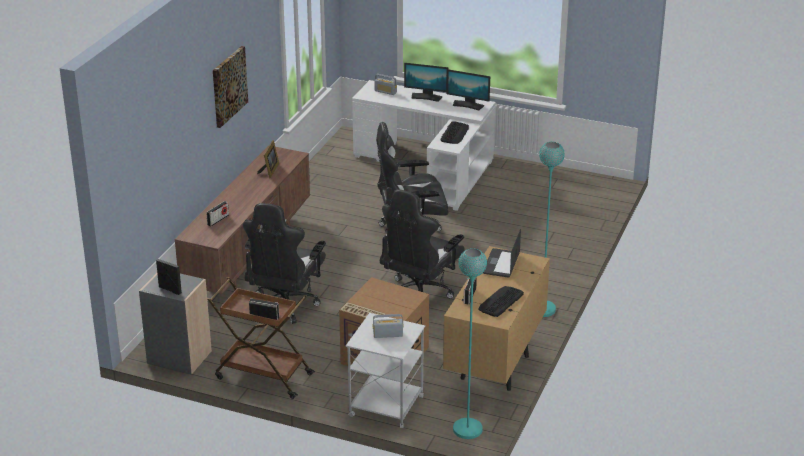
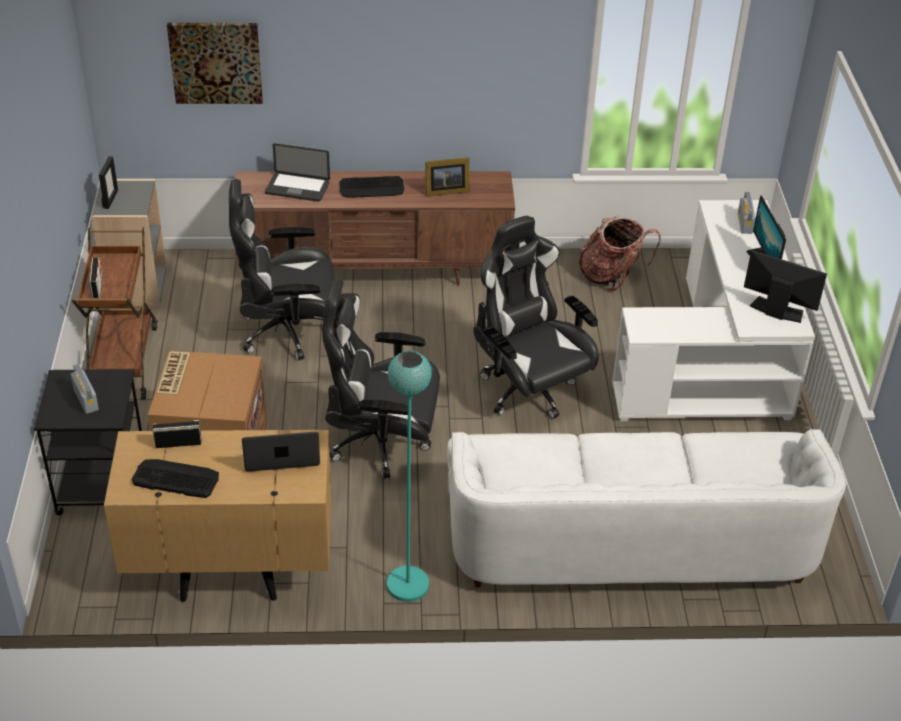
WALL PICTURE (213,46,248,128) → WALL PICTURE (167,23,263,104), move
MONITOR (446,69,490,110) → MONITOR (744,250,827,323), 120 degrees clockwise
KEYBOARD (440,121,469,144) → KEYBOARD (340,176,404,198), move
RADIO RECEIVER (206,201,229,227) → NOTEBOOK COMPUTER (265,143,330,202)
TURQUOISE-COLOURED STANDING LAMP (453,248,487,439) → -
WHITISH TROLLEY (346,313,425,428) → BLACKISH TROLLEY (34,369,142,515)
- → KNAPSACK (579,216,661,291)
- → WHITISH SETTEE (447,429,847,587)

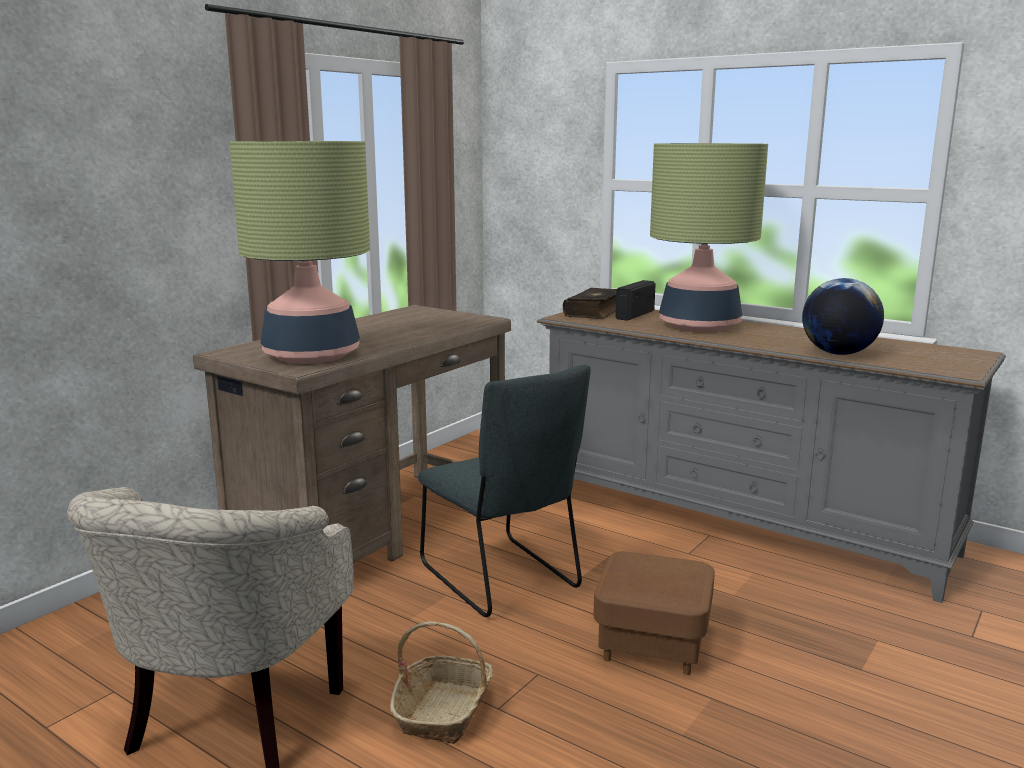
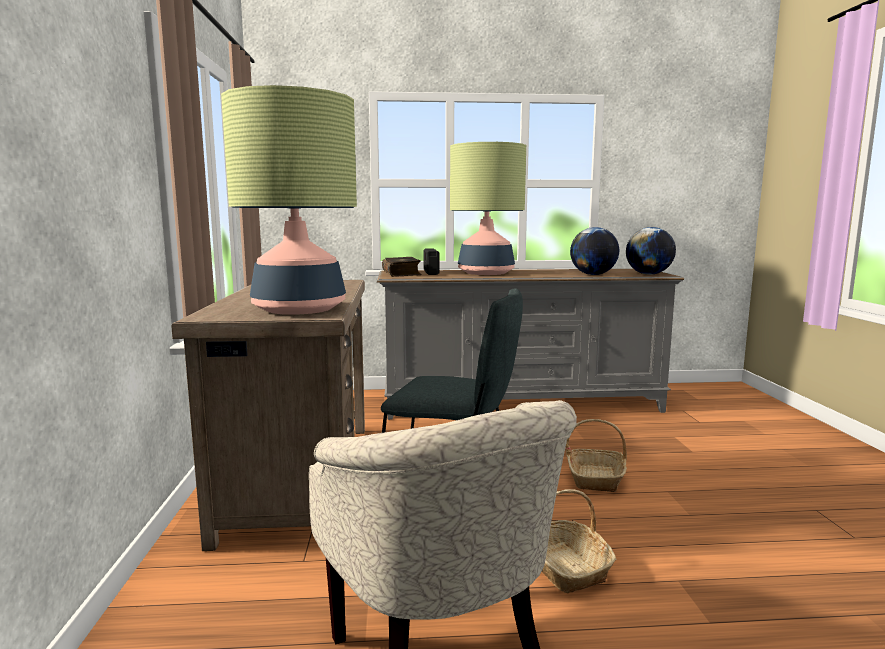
BROWN-COLOURED POUFFE (593,551,715,675) → STORAGE BASKET (565,419,627,492)
- → GLOBE (626,227,676,275)

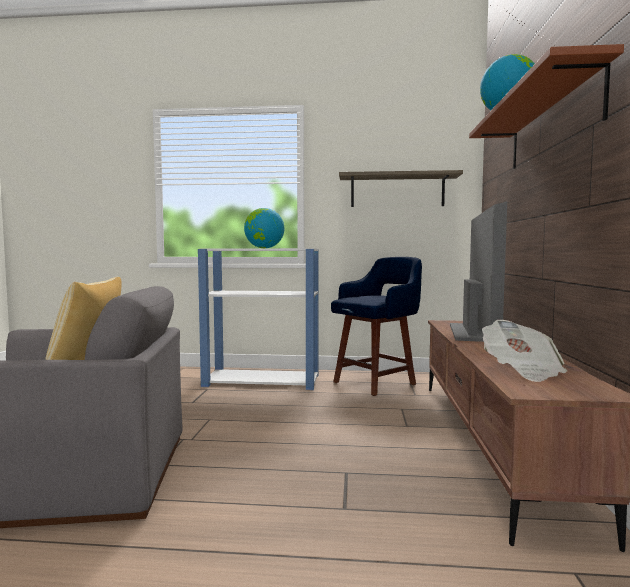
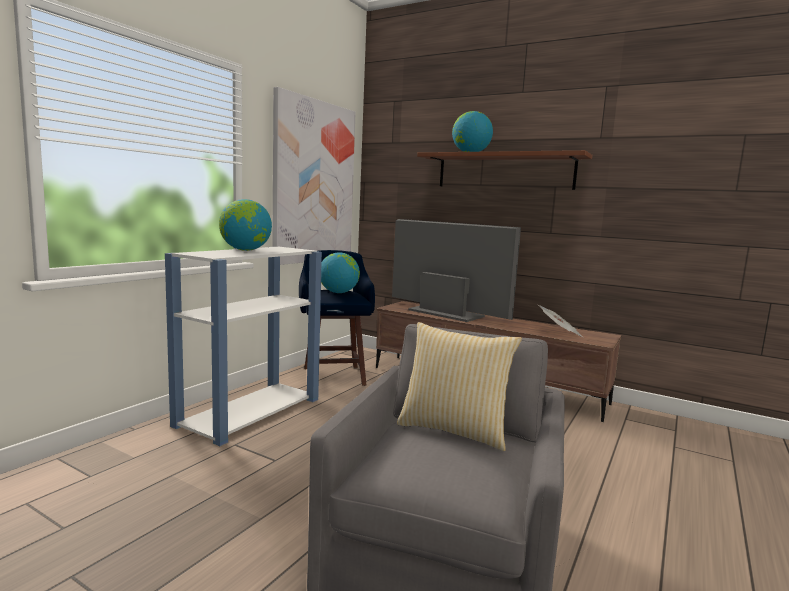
WALL SHELF (339,170,463,207) → WALL PICTURE (272,87,356,265)
- → GLOBE (321,252,360,293)

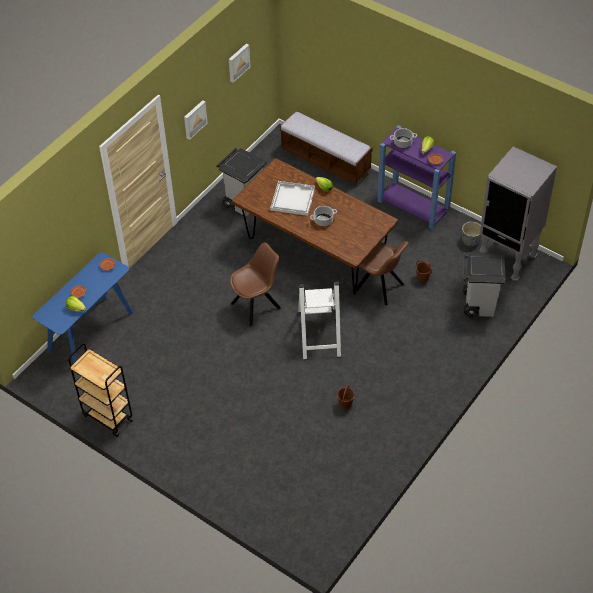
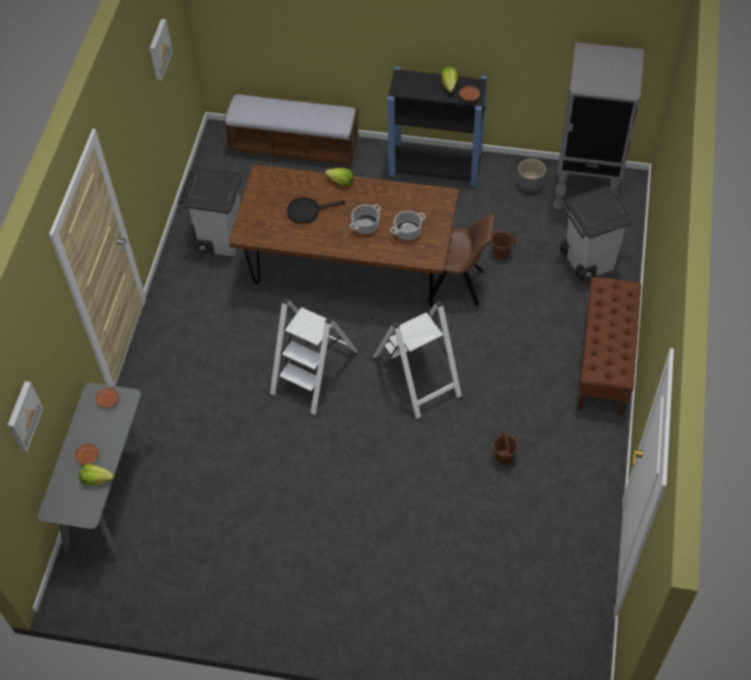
WALL PICTURE (184,100,208,140) → WALL PICTURE (7,381,43,452), move
PURPLE BOOKSHELF (377,125,456,229) → BLACKISH BOOKSHELF (387,66,488,186)
SAUCEPOT (390,128,417,148) → SAUCEPOT (390,211,426,241), move
WHITISH TRAY (270,181,315,216) → BLACKISH PAN (287,197,346,224)
BROWN-COLOURED CHAIR (230,242,281,326) → WHITISH STEPLADDER (270,298,358,416)
BLUISH NARROW TABLE (33,252,133,364) → GREYISH NARROW TABLE (38,383,155,562)
BROWN-COLOURED TROLLEY (68,343,133,437) → -
- → BROWN-COLOURED BENCH (577,277,641,415)

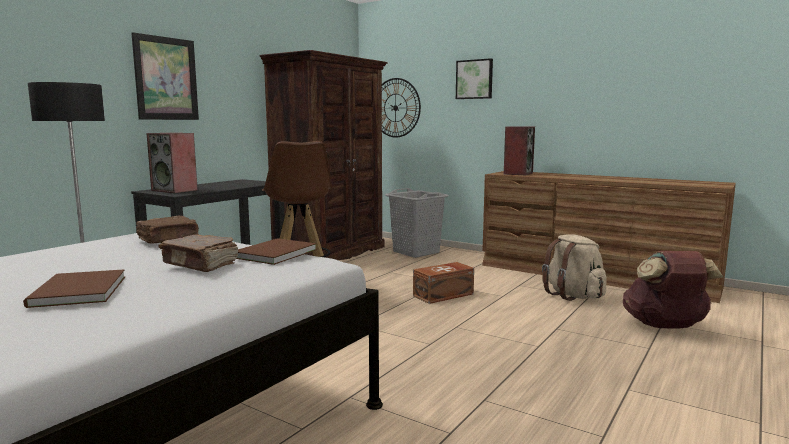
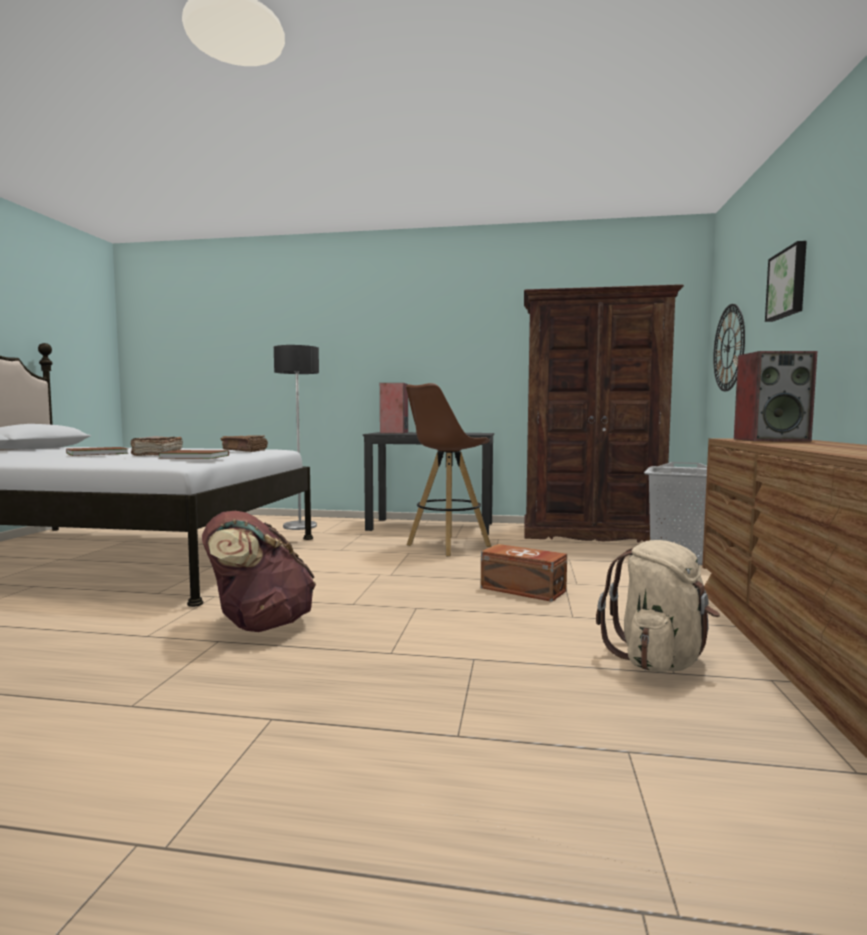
WALL PICTURE (131,32,199,120) → -
BROWN-COLOURED KNAPSACK (623,251,723,328) → BROWN-COLOURED KNAPSACK (202,511,316,632), move

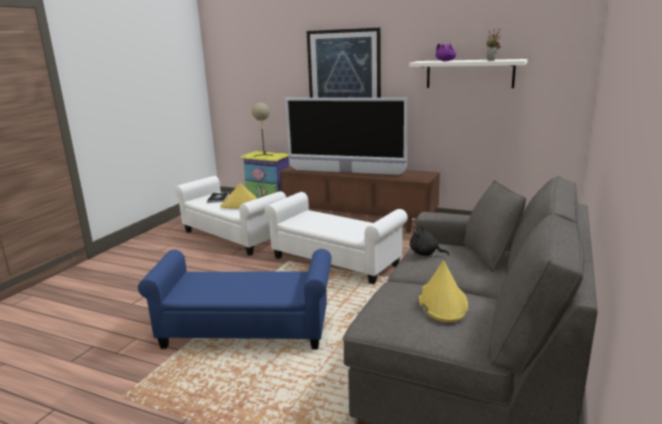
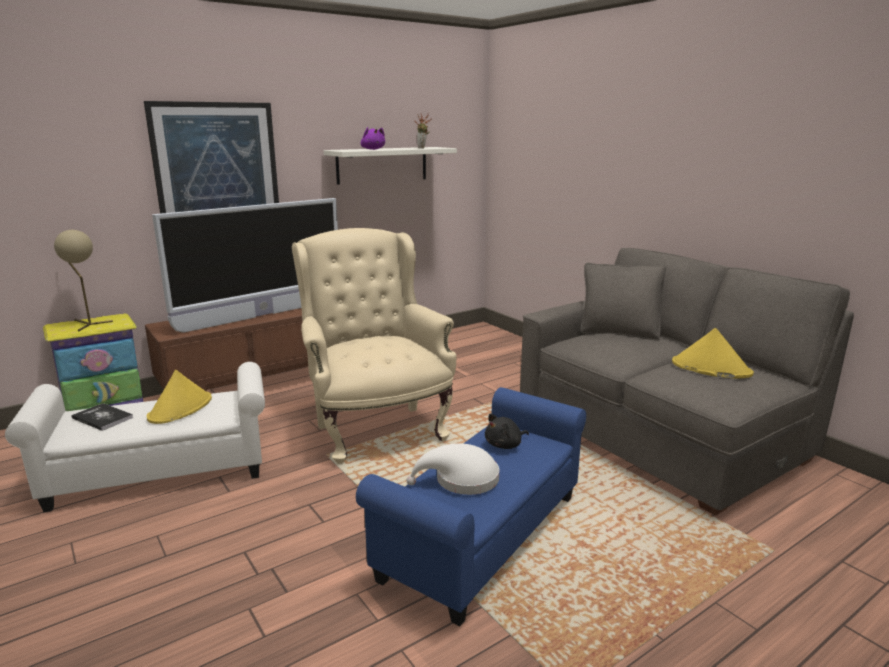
WHITISH POUFFE (264,192,408,284) → BEIGE-COLOURED EASY CHAIR (292,228,457,464)
BLACKISH SOFT TOY (410,226,449,256) → BLACKISH SOFT TOY (485,414,529,449), move
- → WHITISH HAT (407,443,499,495)

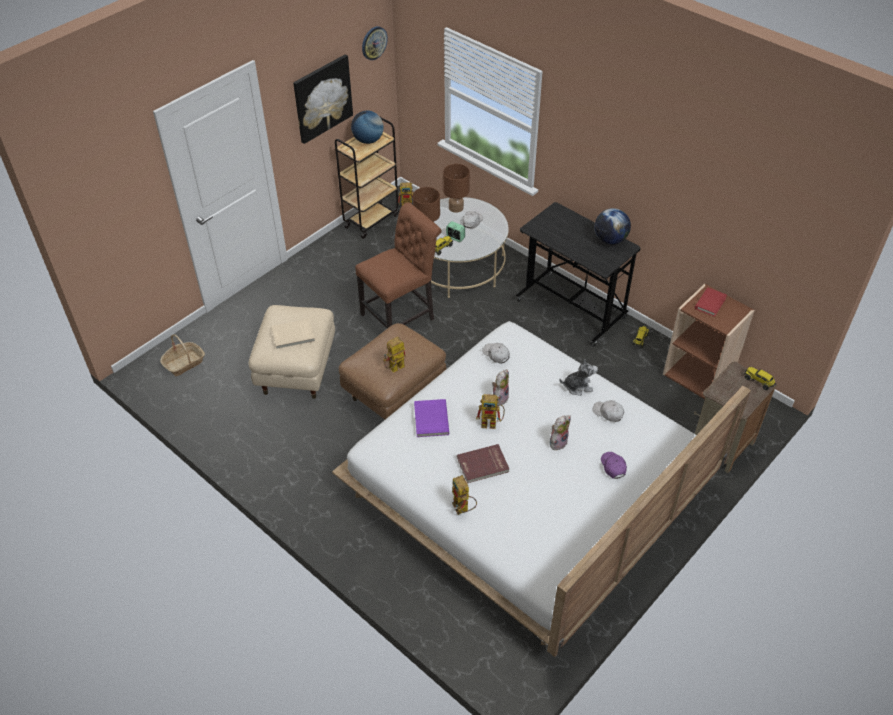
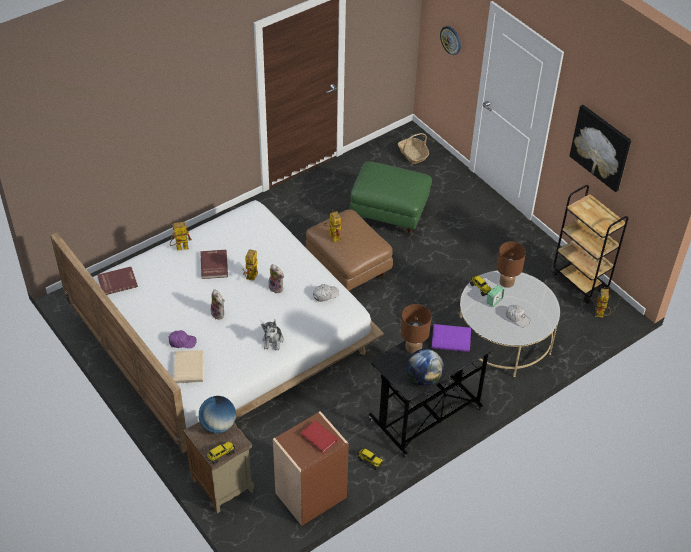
HANGING CLOCK (362,26,388,60) → HANGING CLOCK (440,26,461,55), move
GLOBE (351,111,384,144) → GLOBE (199,396,236,433), move
BROWN-COLOURED TABLE LAMP (443,164,470,213) → BROWN-COLOURED TABLE LAMP (401,304,431,354), move
BROWN-COLOURED CHAIR (355,202,442,328) → -
BEIGE-COLOURED POUFFE (249,305,335,399) → GREENISH POUFFE (349,161,432,236)
BEIGE-COLOURED BOUND BOOK (271,319,315,349) → BEIGE-COLOURED BOUND BOOK (174,350,203,383), move
PURPLE BOUND BOOK (414,399,449,437) → PURPLE BOUND BOOK (432,324,471,352), move
WHITISH BASEBALL CAP (592,400,624,422) → -
- → RED BOUND BOOK (97,267,138,295)

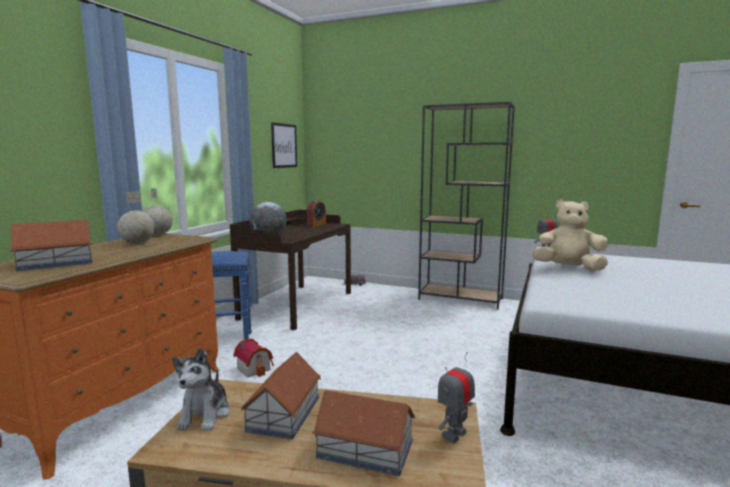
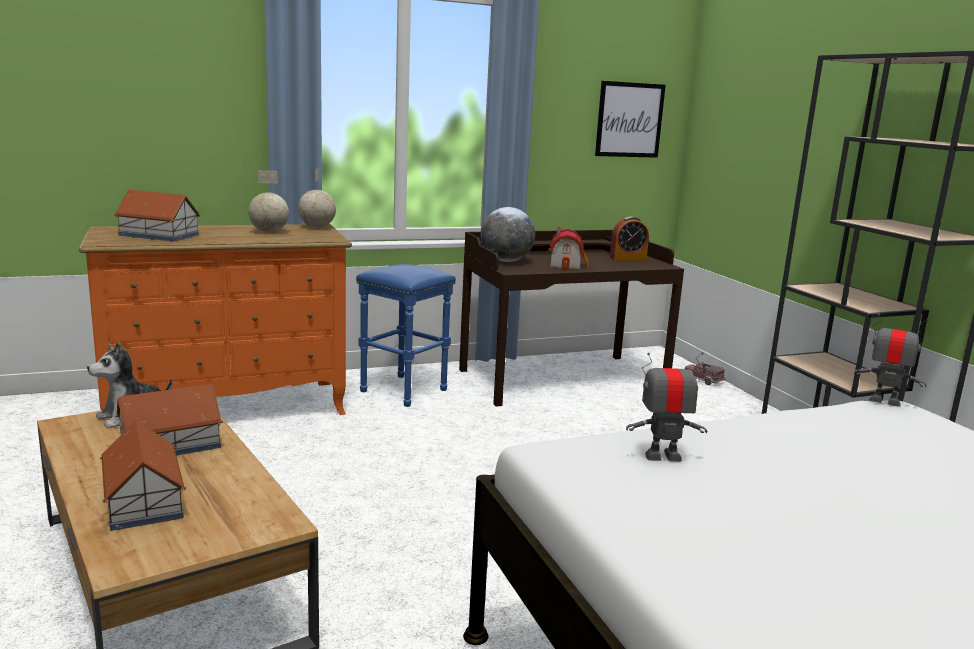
BEIGE-COLOURED SOFT TOY (532,199,608,271) → -
MODEL HOUSE (233,339,274,377) → MODEL HOUSE (549,227,589,270), move
TOY ROBOT (438,352,475,444) → TOY ROBOT (626,352,707,461), move

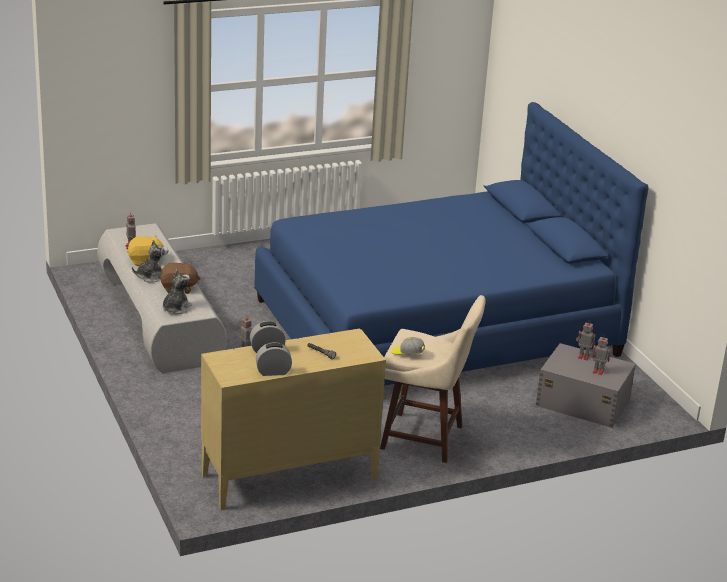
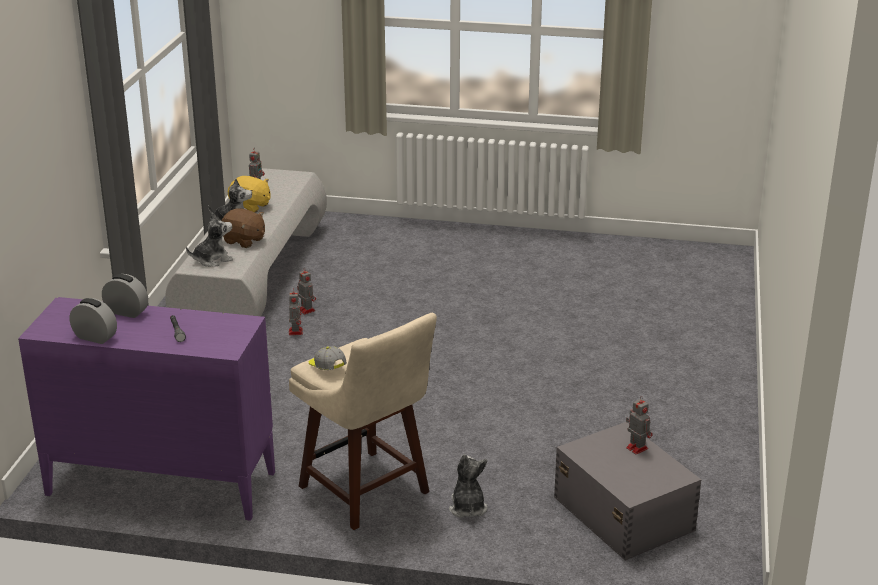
BLUISH BED (254,102,648,386) → -
BEIGE-COLOURED DRAWER CHEST (201,329,386,510) → PURPLE DRAWER CHEST (18,297,275,521)
TOY ROBOT (591,334,611,375) → TOY ROBOT (297,267,316,315), move
- → SOFT TOY (449,454,487,518)

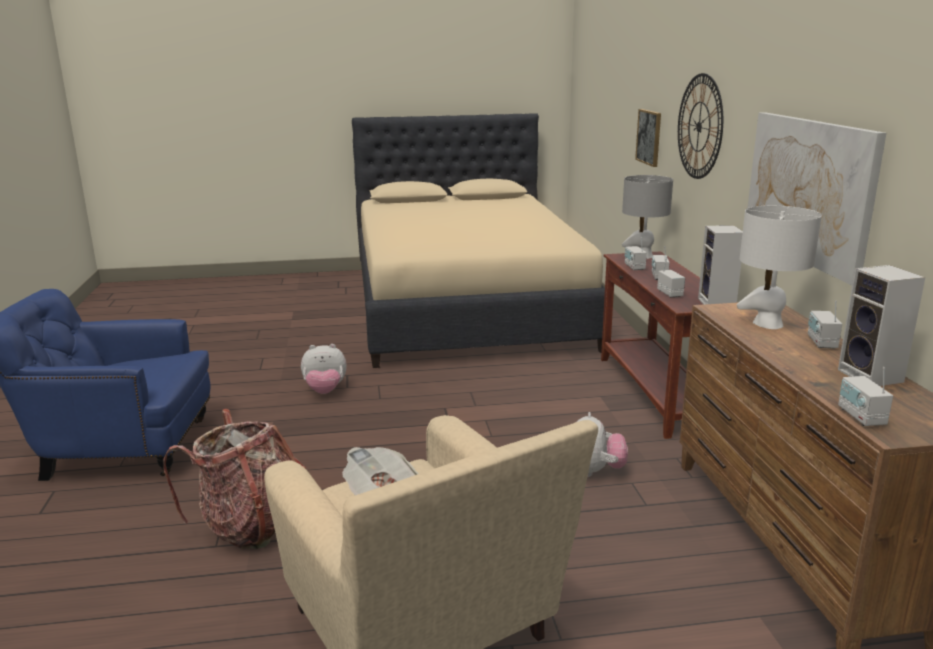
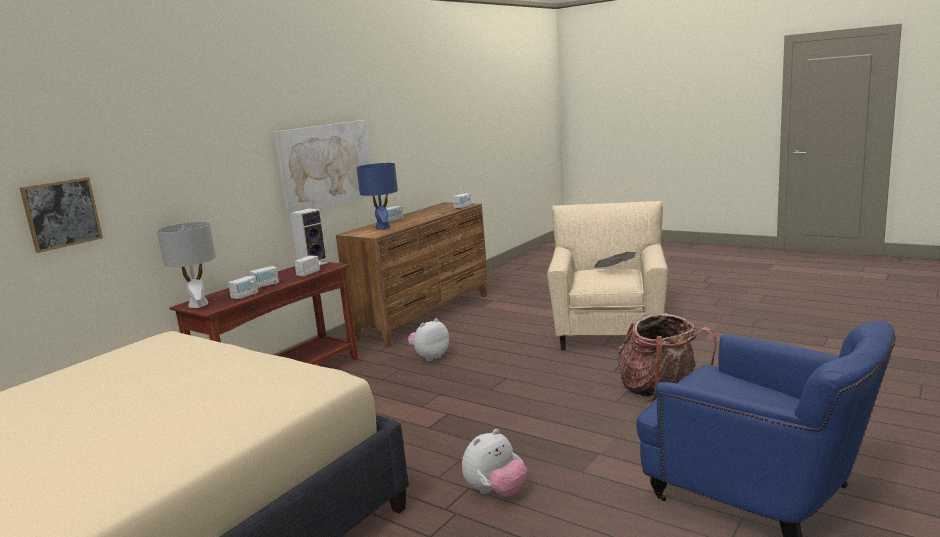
HANGING CLOCK (678,73,723,179) → -
WHITISH TABLE LAMP (736,205,822,329) → BLUISH TABLE LAMP (357,163,398,229)
SPEAKER (838,265,925,386) → -
SOFT TOY (301,344,347,394) → SOFT TOY (462,429,527,497), 105 degrees clockwise

